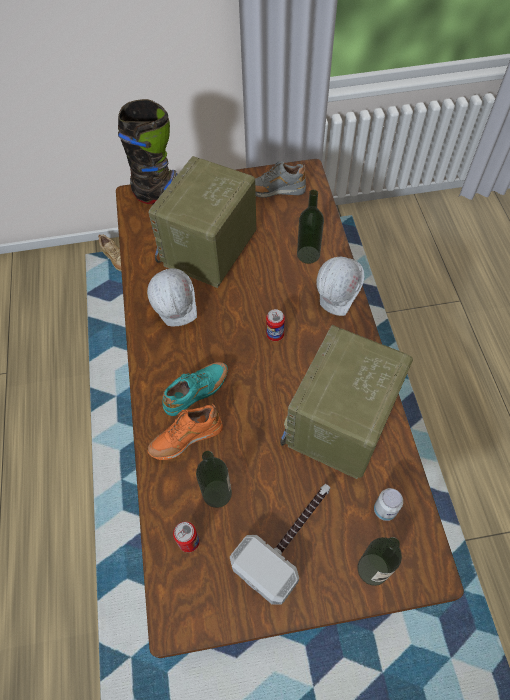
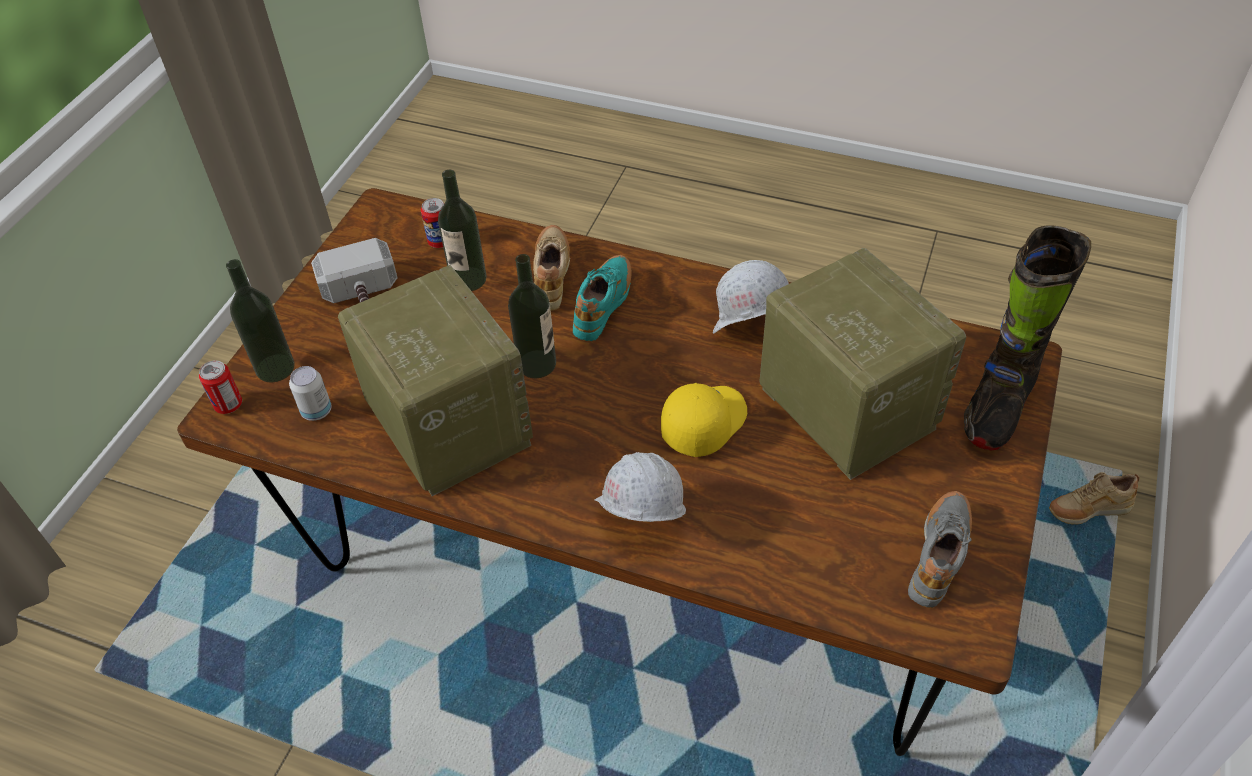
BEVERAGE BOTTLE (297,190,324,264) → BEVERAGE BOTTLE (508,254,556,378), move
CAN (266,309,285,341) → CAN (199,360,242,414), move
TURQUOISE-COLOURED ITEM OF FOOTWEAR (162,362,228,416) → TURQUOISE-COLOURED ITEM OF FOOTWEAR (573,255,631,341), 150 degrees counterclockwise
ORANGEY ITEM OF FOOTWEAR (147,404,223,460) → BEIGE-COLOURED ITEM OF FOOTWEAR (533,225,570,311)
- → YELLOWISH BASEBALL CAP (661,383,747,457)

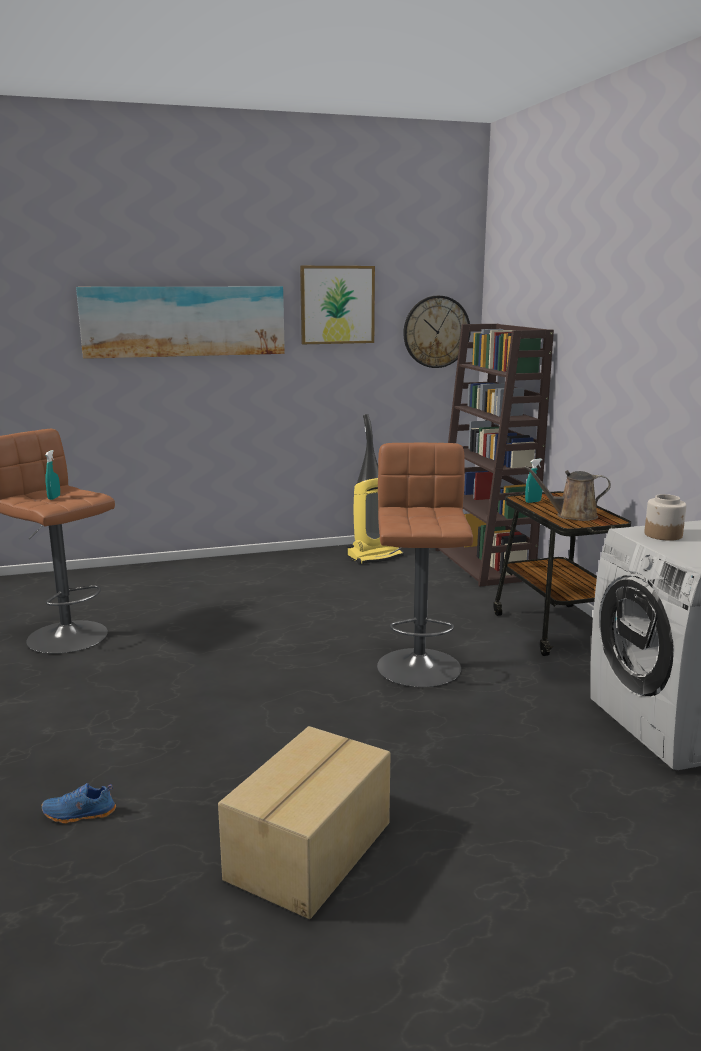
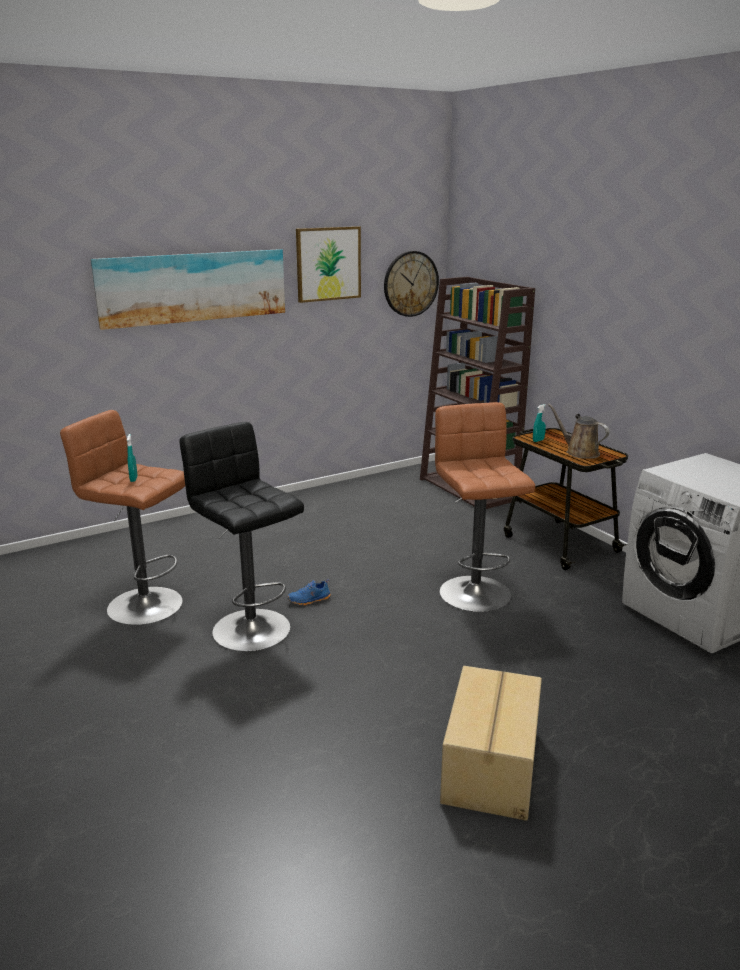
VACUUM CLEANER (347,414,404,565) → -
BROWN-COLOURED WATERING CAN (524,466,611,521) → BROWN-COLOURED WATERING CAN (548,404,609,459), 60 degrees clockwise
PRESERVE JAR (644,494,687,541) → -
BLUISH ITEM OF FOOTWEAR (42,783,116,824) → BLUISH ITEM OF FOOTWEAR (287,579,331,606), move
- → BLACKISH SITTING STOOL (180,422,304,652)

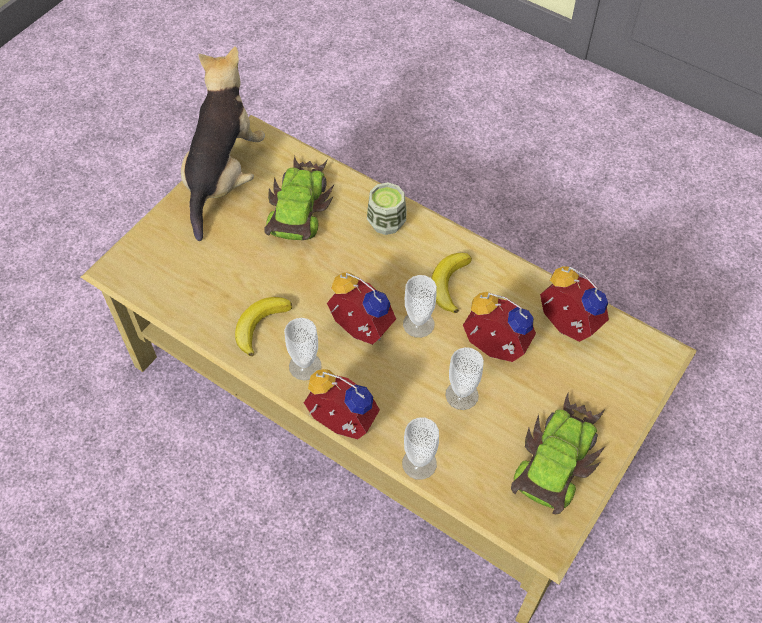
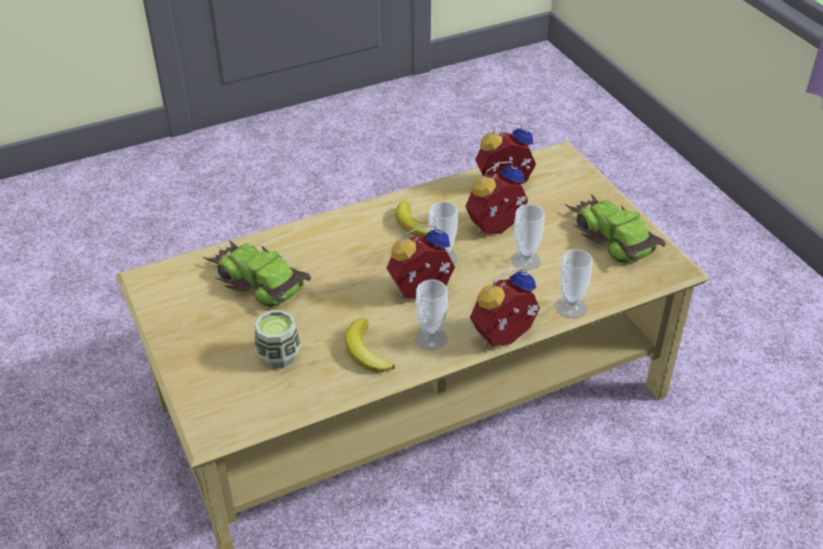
SOFT TOY (181,46,265,241) → -
CUP (367,182,407,235) → CUP (255,310,301,368), move

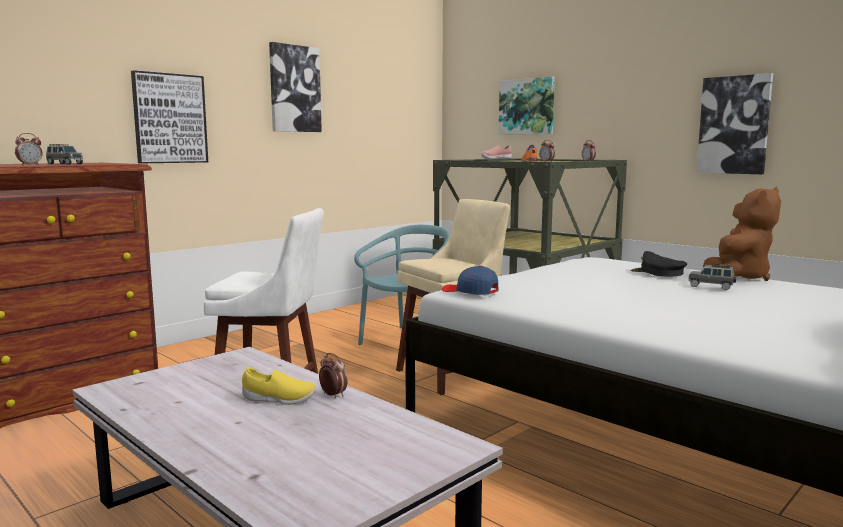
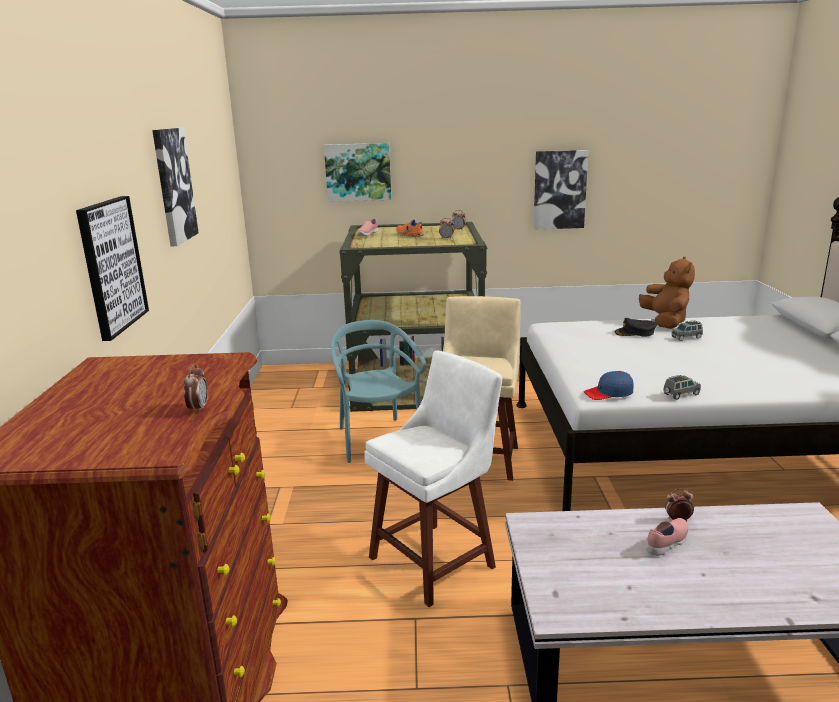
GREYISH MINIATURE CAR (46,144,83,165) → GREYISH MINIATURE CAR (663,375,701,400), move
YELLOWISH ITEM OF FOOTWEAR (242,367,316,405) → PINK ITEM OF FOOTWEAR (646,518,688,556)

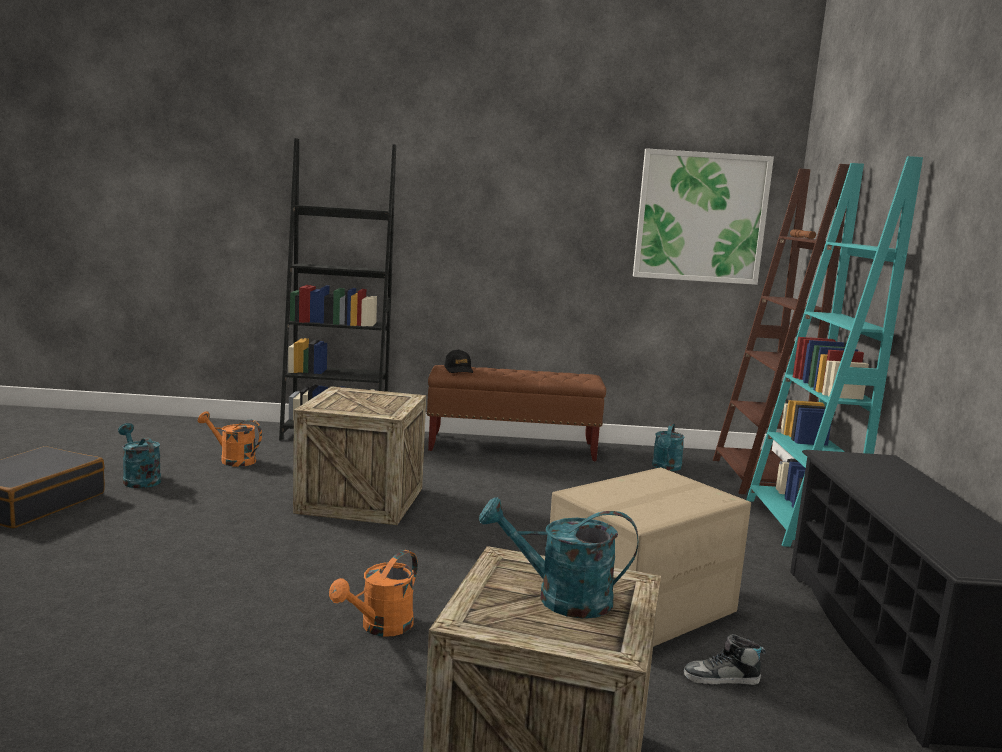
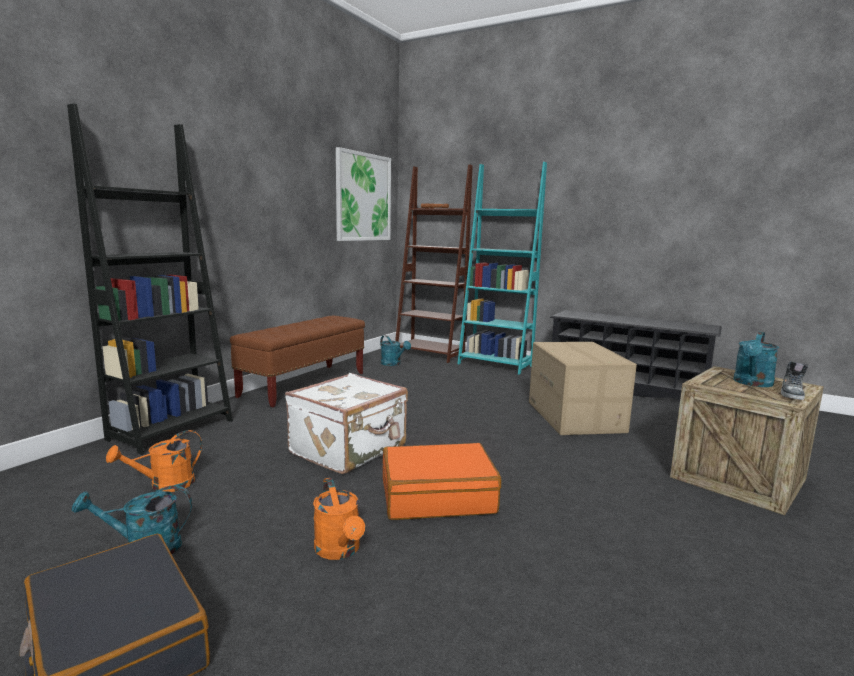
BLACKISH BASEBALL CAP (444,349,473,373) → -
PACKING CRATE (293,386,426,525) → WHITISH PIECE OF LUGGAGE (285,373,408,474)
ORANGEY WATERING CAN (329,550,418,637) → ORANGEY WATERING CAN (313,478,365,560), move
ITEM OF FOOTWEAR (684,634,766,685) → ITEM OF FOOTWEAR (781,361,809,400), move
- → ORANGEY PIECE OF LUGGAGE (383,443,501,520)

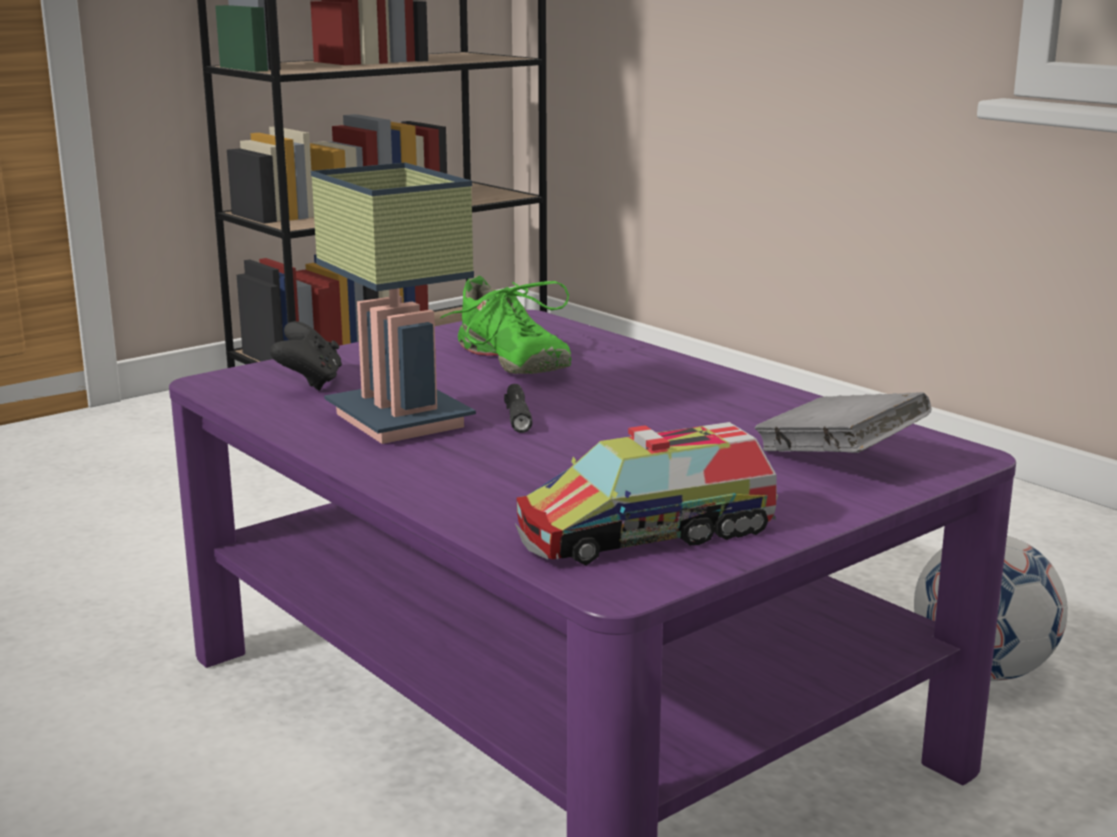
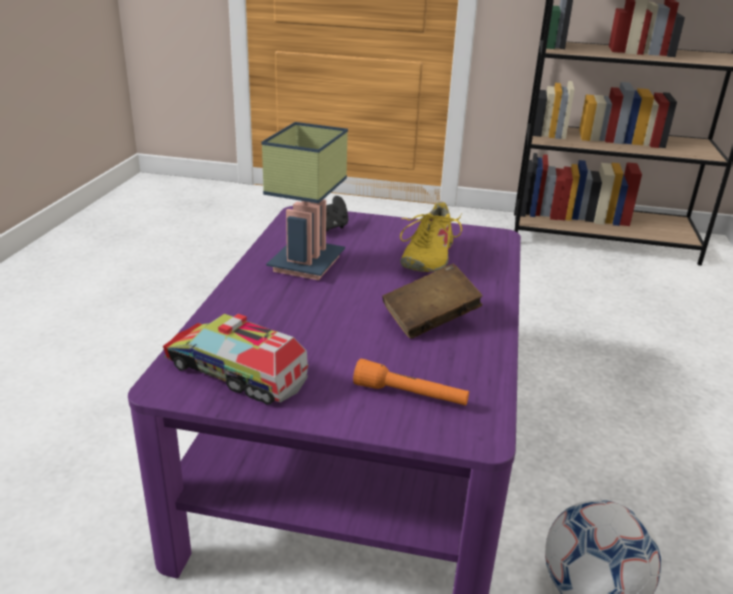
GREENISH ITEM OF FOOTWEAR (441,276,571,374) → YELLOWISH ITEM OF FOOTWEAR (400,202,463,272)
BLACKISH HAND TORCH (504,384,532,433) → -
GREYISH BOUND BOOK (755,392,931,453) → ORANGEY HAND TORCH (353,358,469,406)
- → BROWN-COLOURED BOUND BOOK (382,264,483,339)

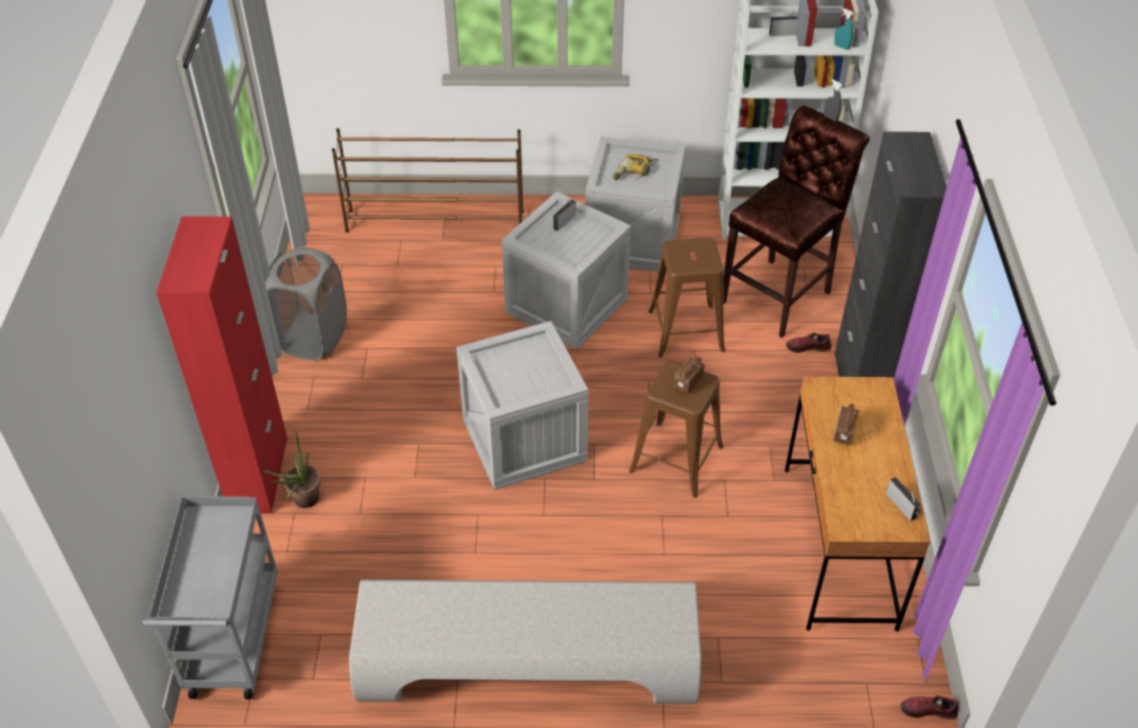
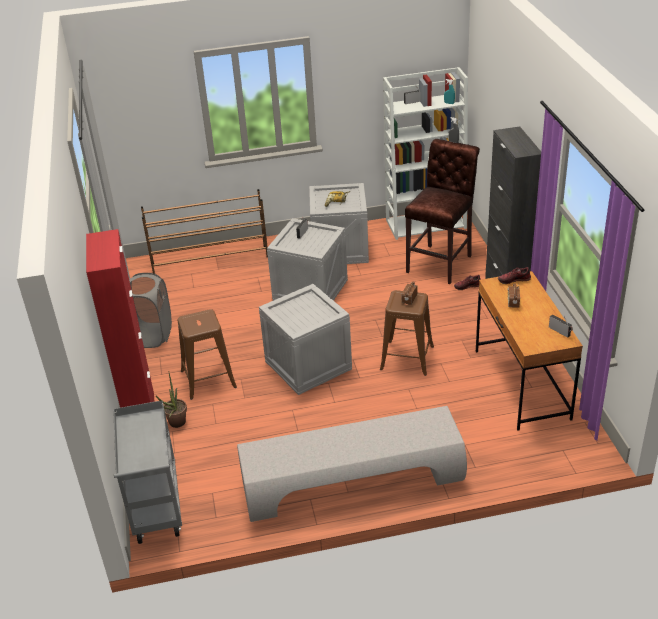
BROWN-COLOURED SITTING STOOL (648,238,725,357) → BROWN-COLOURED SITTING STOOL (177,309,237,400), move
ITEM OF FOOTWEAR (900,695,958,720) → ITEM OF FOOTWEAR (498,267,531,284), move

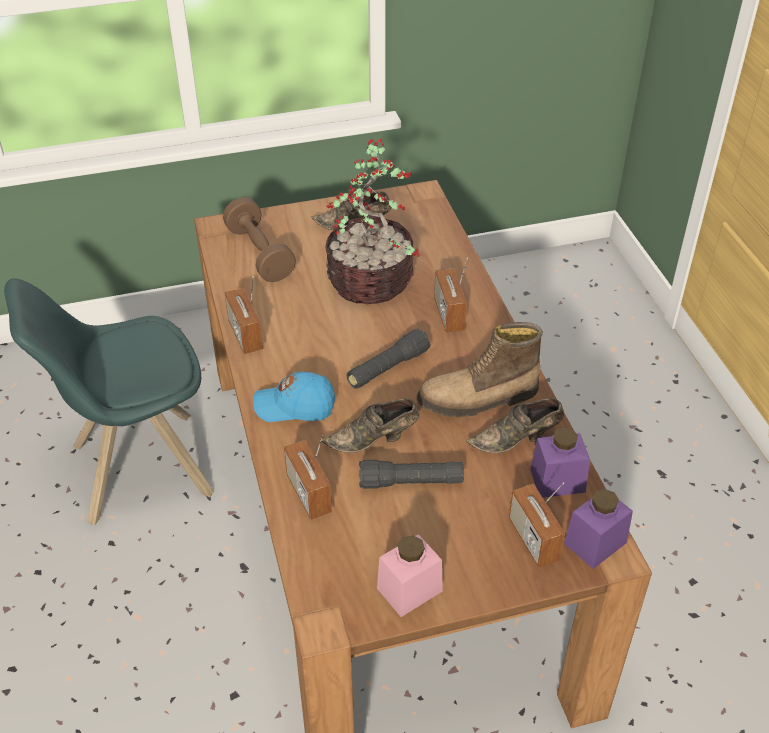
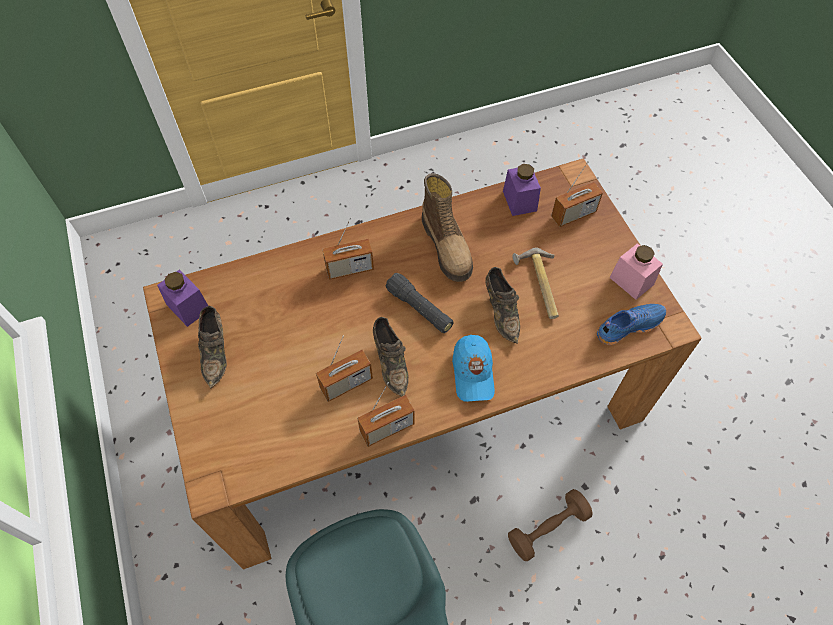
POTTED PLANT (325,139,421,304) → -
BROWN-COLOURED DUMBBELL (223,197,296,282) → BROWN-COLOURED DUMBBELL (508,489,593,561), move
BROWN-COLOURED ITEM OF FOOTWEAR (466,398,564,453) → BROWN-COLOURED ITEM OF FOOTWEAR (373,317,409,396), move
RADIO RECEIVER (284,435,332,520) → RADIO RECEIVER (316,335,373,402), move
BLACKISH HAND TORCH (359,460,464,489) → HAMMER (512,248,559,319)
PURPLE PRESERVE JAR (564,489,633,569) → PURPLE PRESERVE JAR (157,269,208,327), move
- → BLUISH ITEM OF FOOTWEAR (597,304,666,345)

